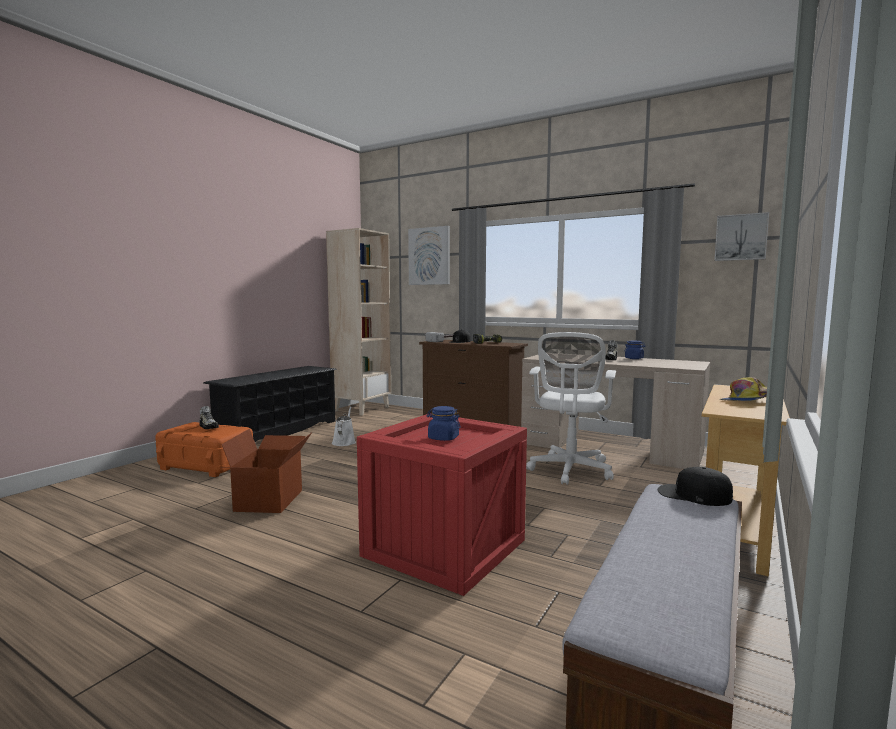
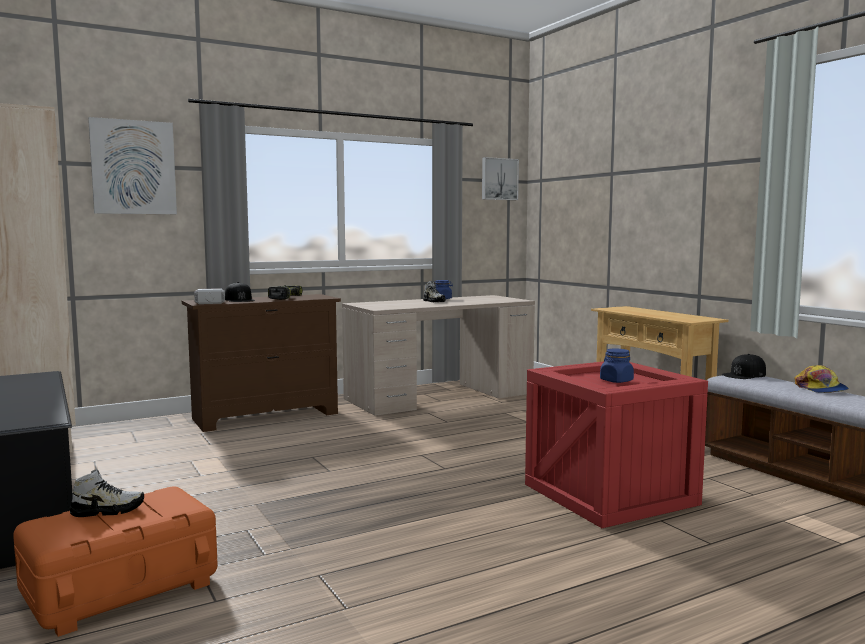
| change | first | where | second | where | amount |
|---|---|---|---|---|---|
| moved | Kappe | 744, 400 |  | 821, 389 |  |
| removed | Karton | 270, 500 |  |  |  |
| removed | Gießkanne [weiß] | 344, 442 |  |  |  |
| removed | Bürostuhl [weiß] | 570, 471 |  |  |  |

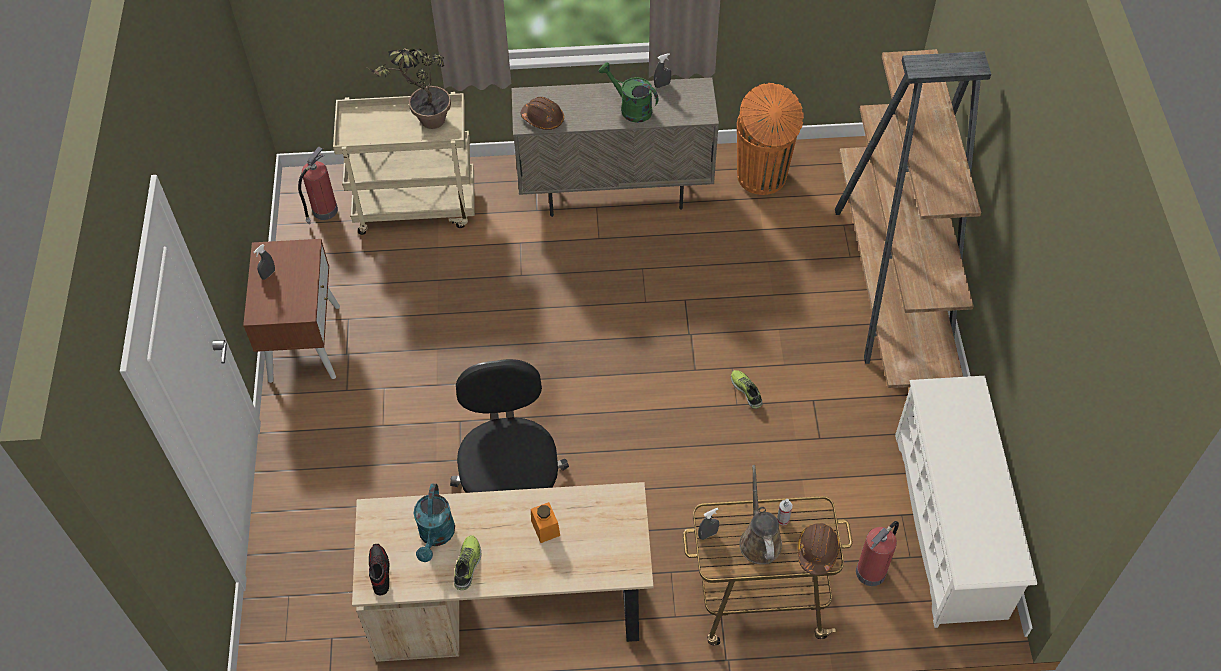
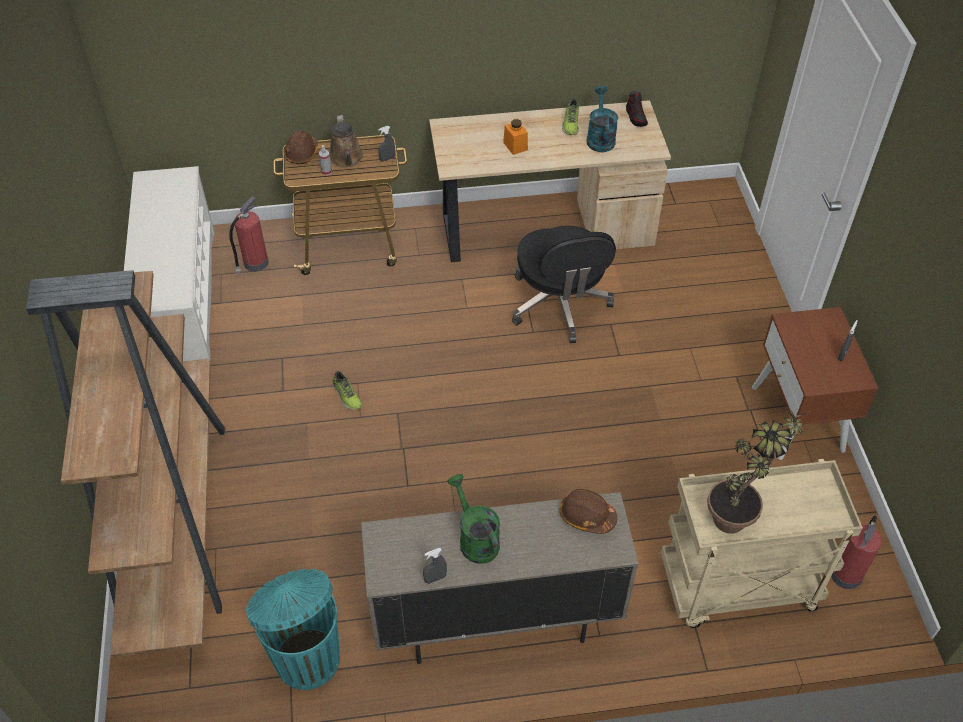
| change | first | where | second | where | amount |
|---|---|---|---|---|---|
| recoloured | Mülleimer [orange] | 762, 177 | Mülleimer [türkis] | 306, 657 |  |
| turned | Gießkanne [grün] | 631, 108 |  | 475, 538 | 150 degrees counterclockwise |

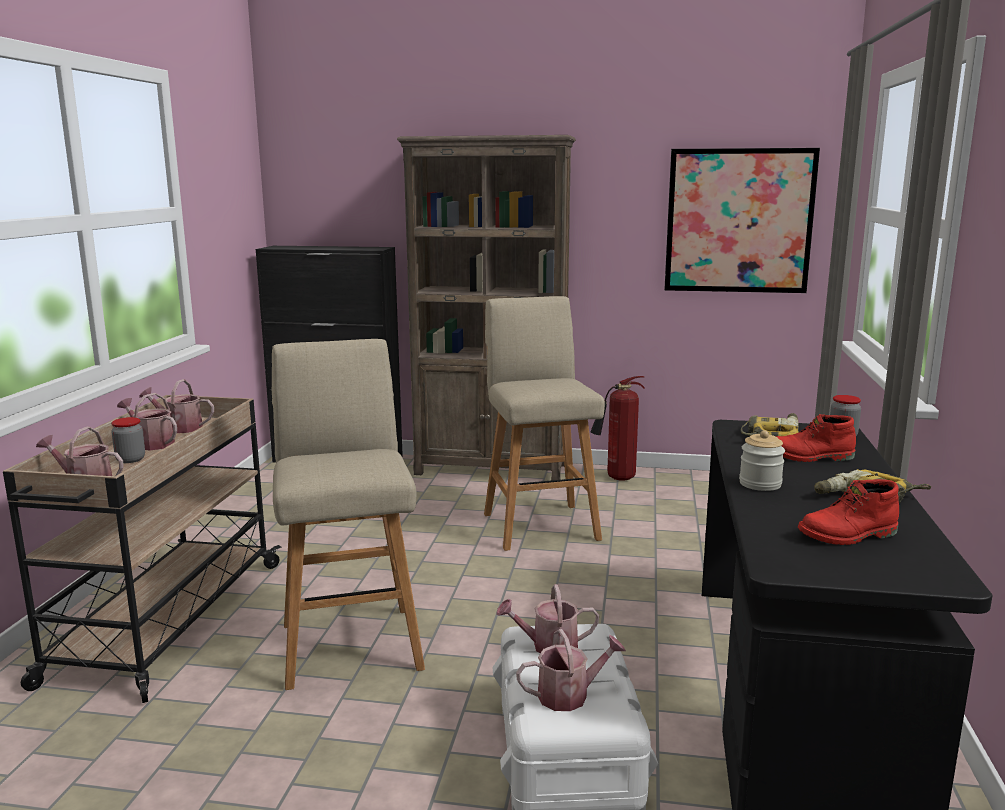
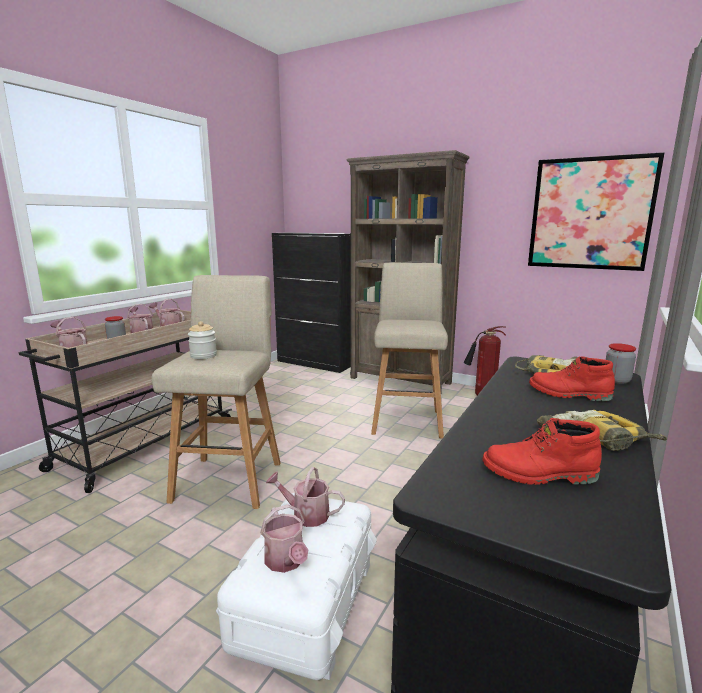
| change | first | where | second | where | amount |
|---|---|---|---|---|---|
| moved | Vorratsglas | 760, 484 |  | 203, 355 |  |
| turned | Gießkanne | 569, 695 |  | 286, 562 | 60 degrees clockwise |

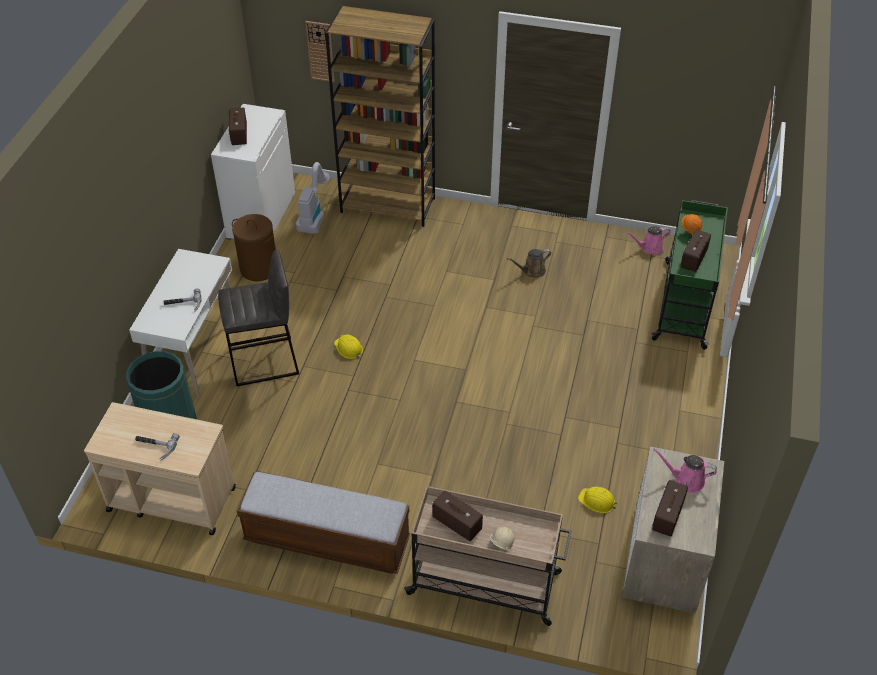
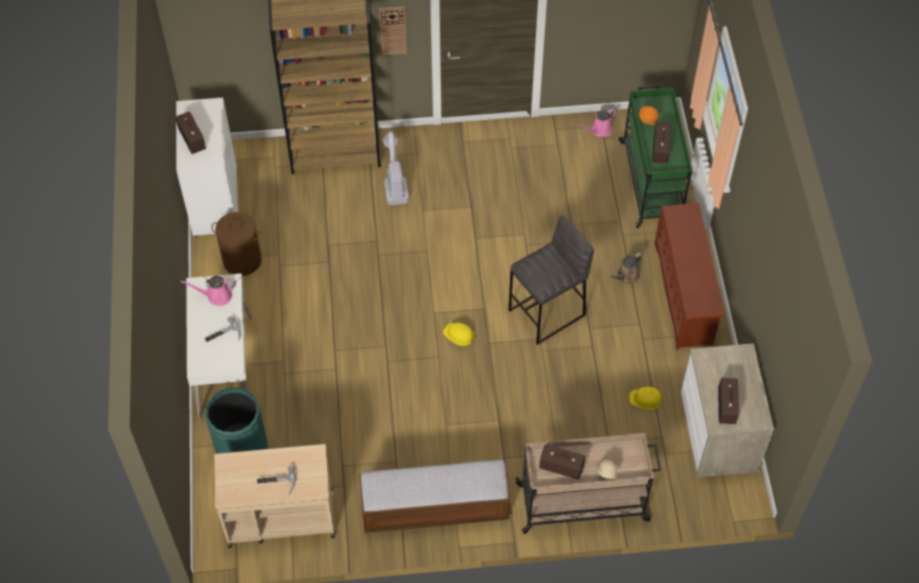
| change | first | where | second | where | amount |
|---|---|---|---|---|---|
| moved | Gießkanne [rosa] | 686, 480 |  | 217, 296 |  |
| moved | Wanduhr | 320, 51 |  | 392, 30 |  |
| moved | Staubsauger | 314, 216 |  | 394, 182 |  |
| moved | Schutzhelm [gelb] | 348, 348 |  | 459, 335 |  |
| moved | Hocker [grau] | 265, 362 |  | 547, 313 |  |
| moved | Gießkanne [braun] | 532, 271 |  | 626, 276 |  |
| added |  |  | Schuhregal [braun] | 684, 294 |  |

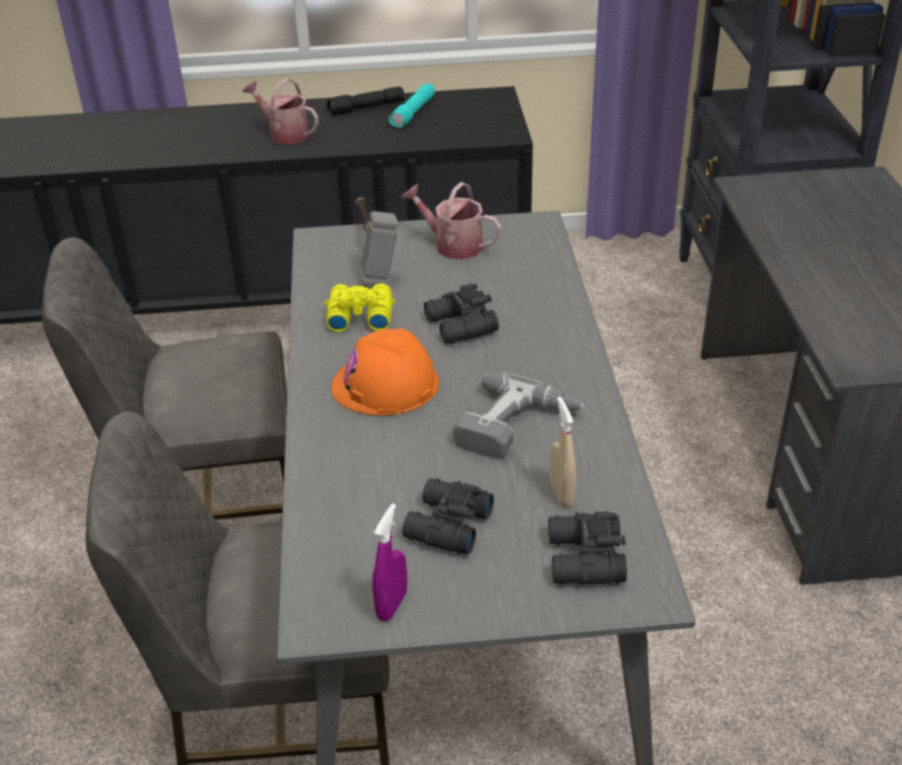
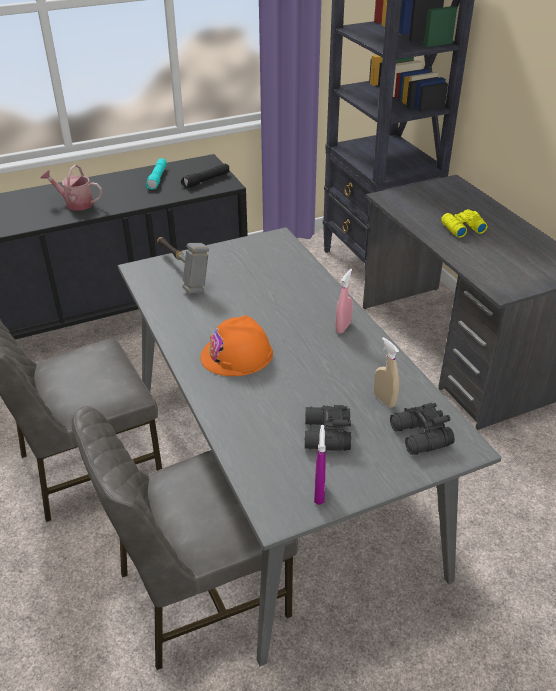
| change | first | where | second | where | amount |
|---|---|---|---|---|---|
| moved | Taschenlampe [schwarz] | 366, 108 |  | 206, 181 |  |
| added |  |  | Sprühflasche [rosa] | 343, 327 |  |
| moved | Fernglas [gelb] | 359, 315 |  | 461, 228 |  |
| removed | Gießkanne | 452, 245 |  |  |  |
| removed | Fernglas [schwarz] | 459, 327 |  |  |  |
| removed | Bohrmaschine | 517, 427 |  |  |  |

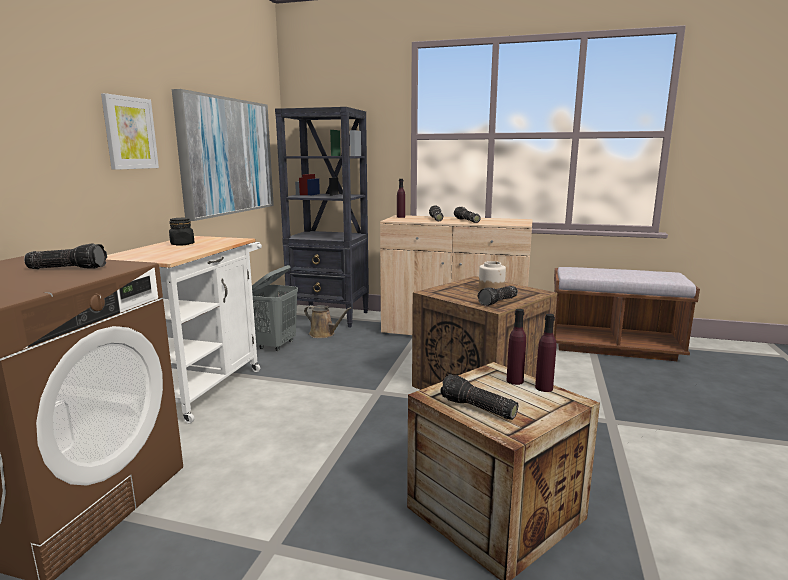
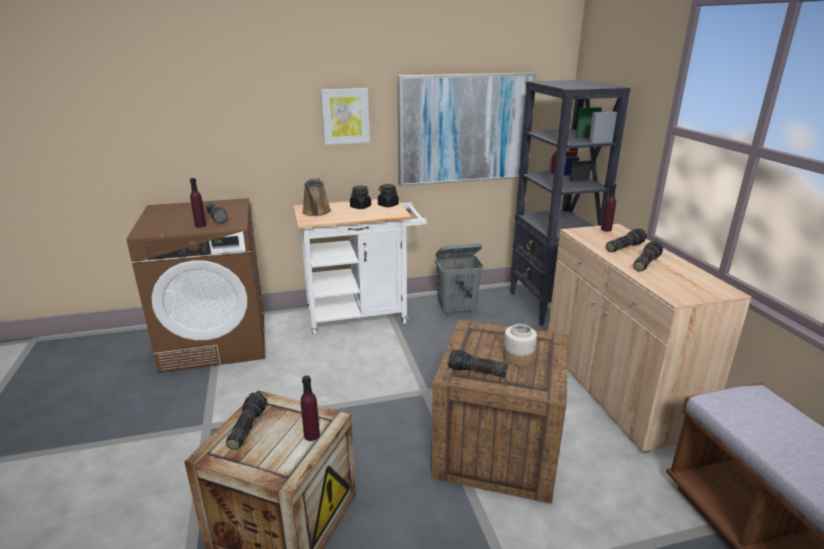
| change | first | where | second | where | amount |
|---|---|---|---|---|---|
| moved | Flasche [lila] | 544, 388 |  | 200, 225 |  |
| moved | Gießkanne [braun] | 324, 334 |  | 316, 212 |  |
| added |  |  | Vorratsglas [schwarz] | 388, 205 |  |

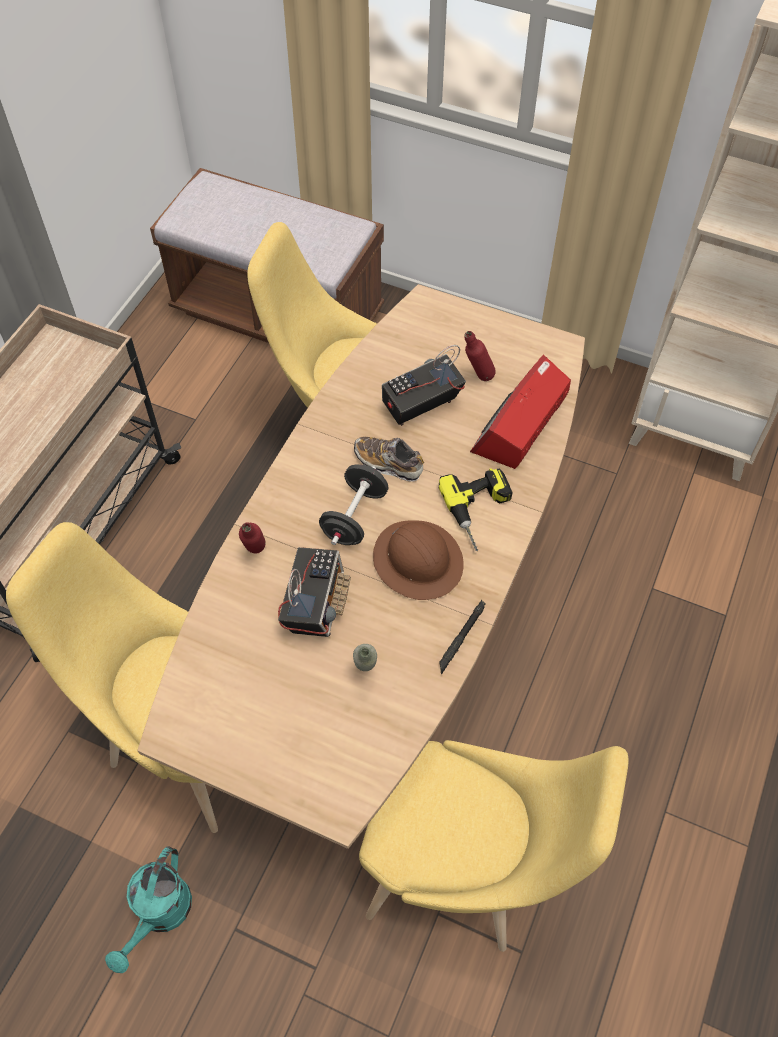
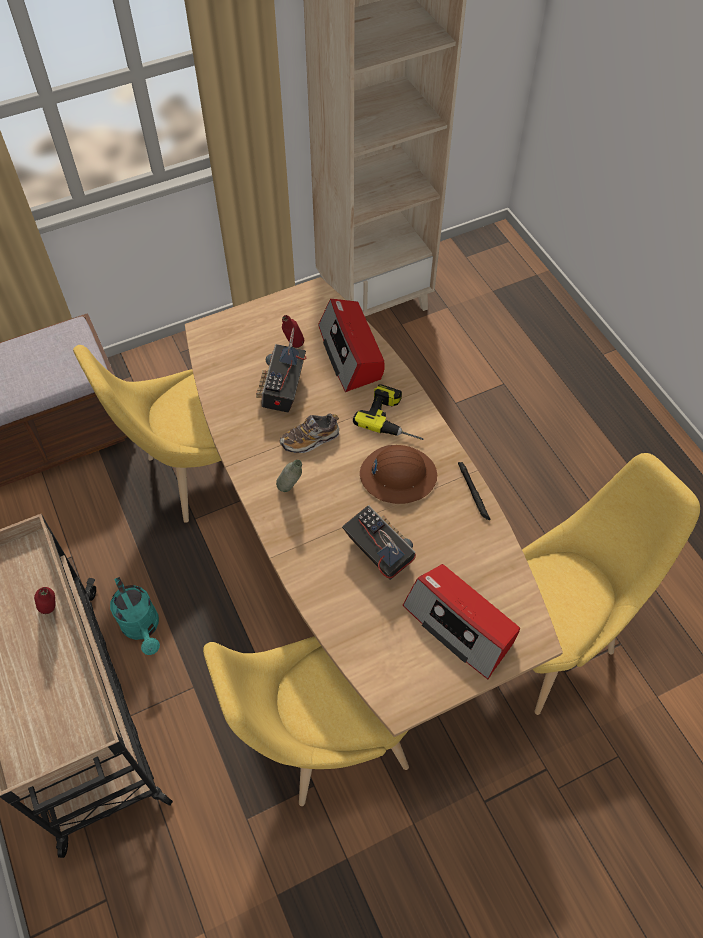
| change | first | where | second | where | amount |
|---|---|---|---|---|---|
| moved | Flasche [rot] | 255, 555 |  | 53, 612 |  |
| moved | Gießkanne [türkis] | 160, 915 |  | 143, 627 |  |
| moved | Flasche [grau] | 365, 673 |  | 291, 490 |  |
| added |  |  | Radio | 460, 625 |  |
| removed | Hantel [schwarz] | 354, 517 |  |  |  |

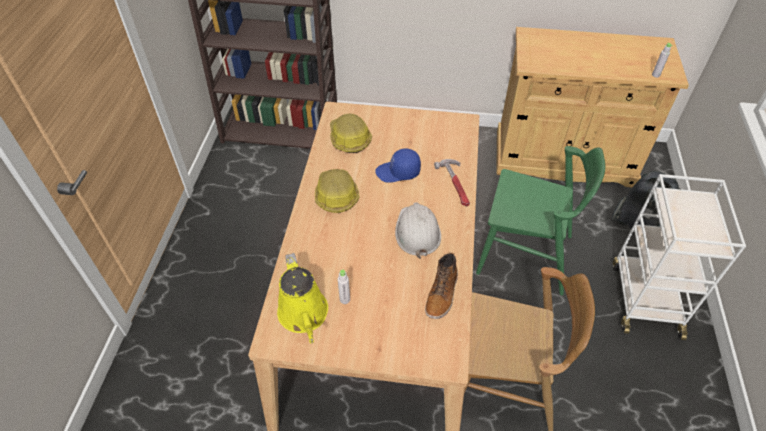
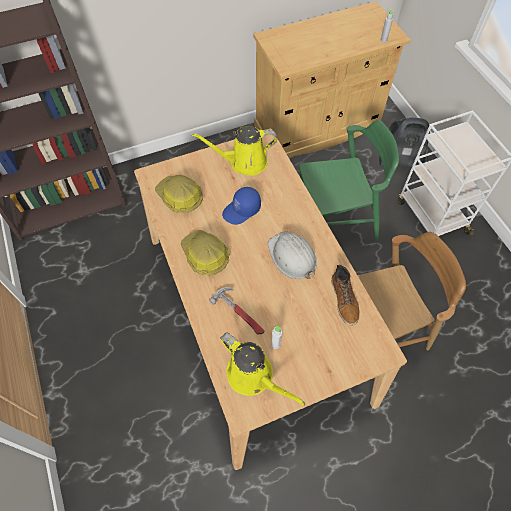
| change | first | where | second | where | amount |
|---|---|---|---|---|---|
| added |  |  | Gießkanne [gelb] | 244, 162 |  |
| moved | Hammer | 456, 184 |  | 240, 312 |  |

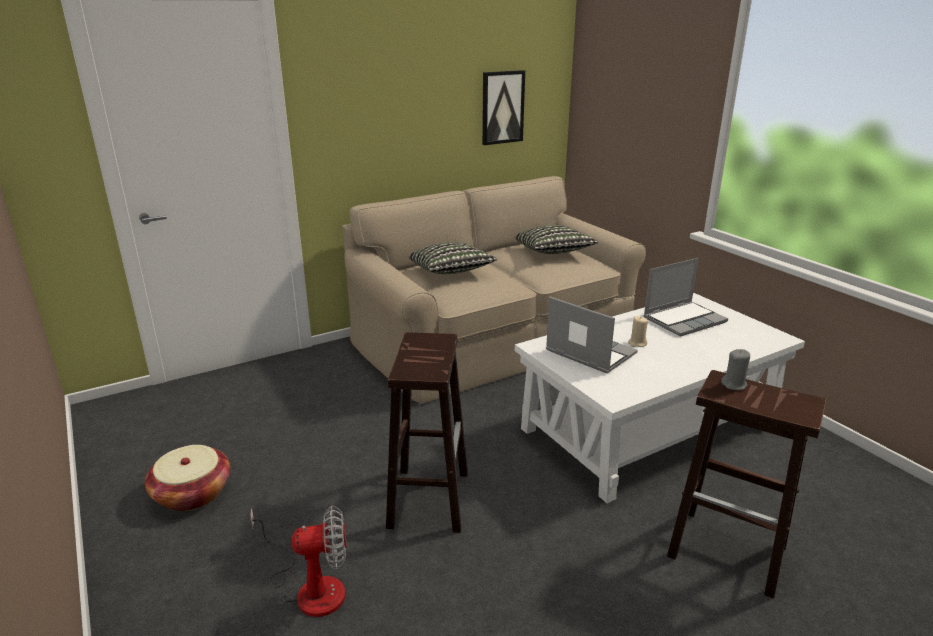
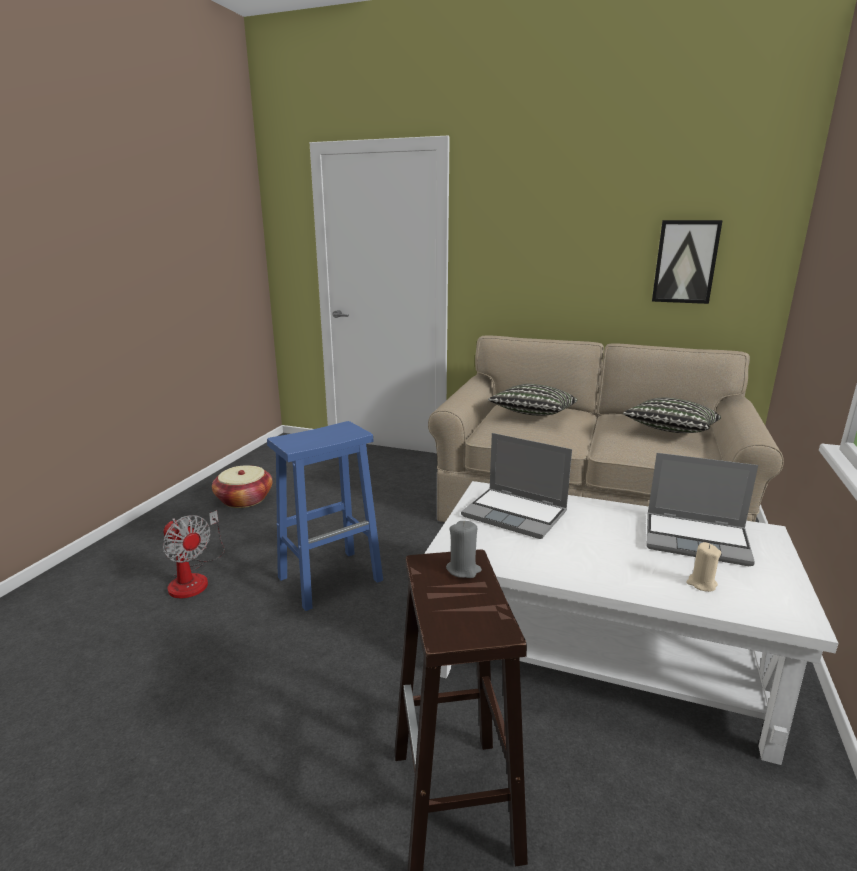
| change | first | where | second | where | amount |
|---|---|---|---|---|---|
| recoloured | Hocker [braun] | 428, 497 | Hocker [blau] | 331, 578 |  |
| turned | Laptop | 589, 352 |  | 516, 514 | 120 degrees clockwise |
| moved | Kerze [beige] | 637, 343 |  | 701, 584 |  |

